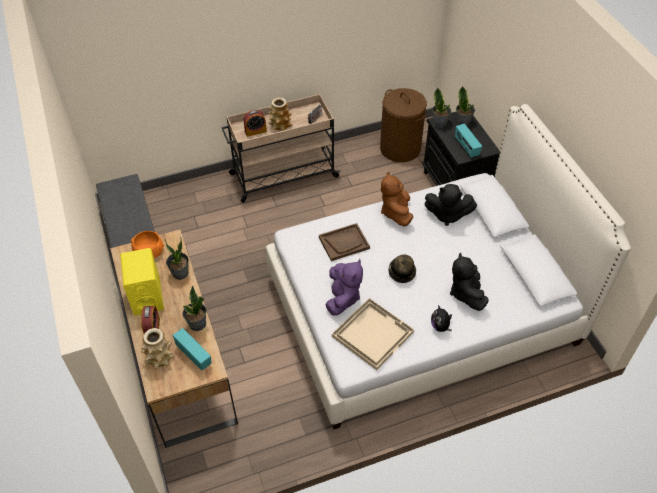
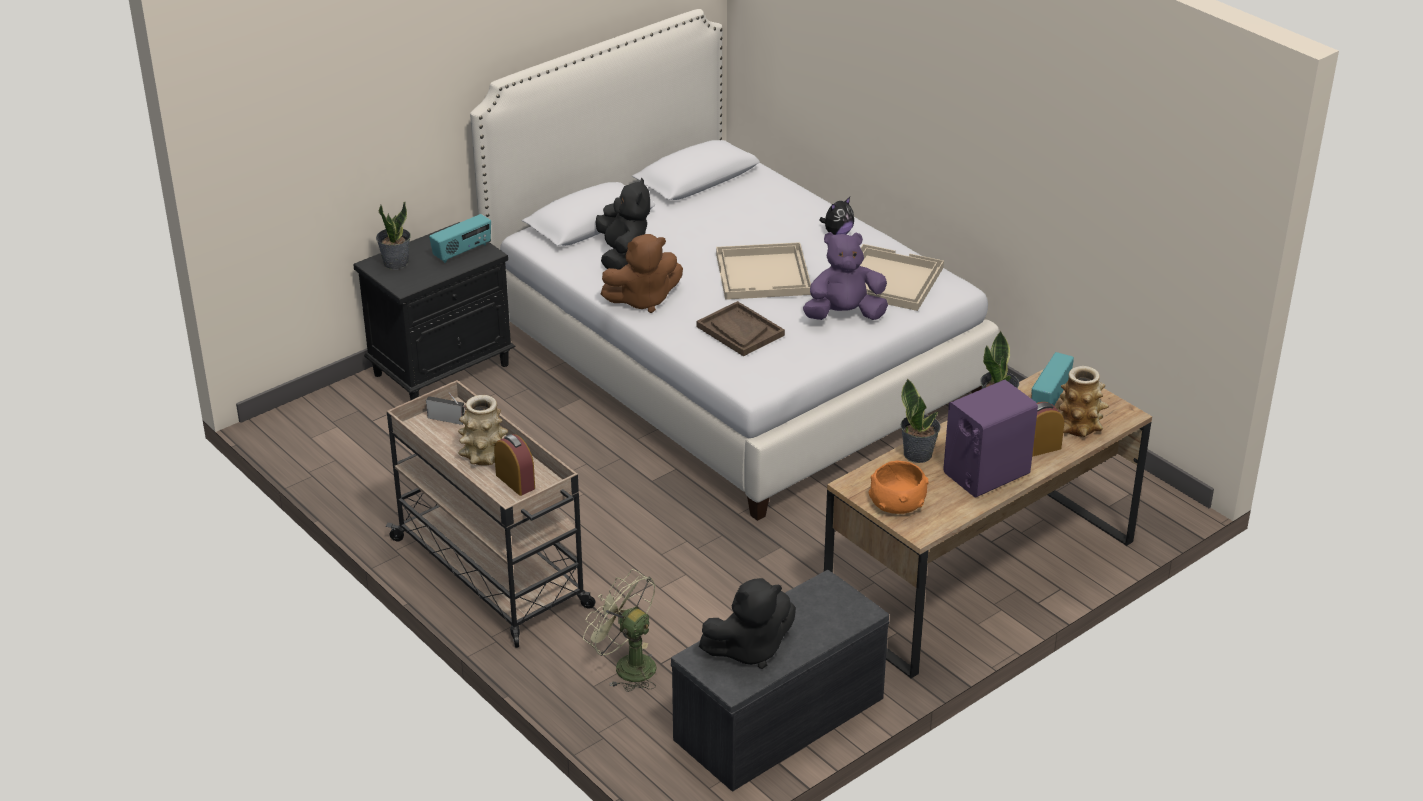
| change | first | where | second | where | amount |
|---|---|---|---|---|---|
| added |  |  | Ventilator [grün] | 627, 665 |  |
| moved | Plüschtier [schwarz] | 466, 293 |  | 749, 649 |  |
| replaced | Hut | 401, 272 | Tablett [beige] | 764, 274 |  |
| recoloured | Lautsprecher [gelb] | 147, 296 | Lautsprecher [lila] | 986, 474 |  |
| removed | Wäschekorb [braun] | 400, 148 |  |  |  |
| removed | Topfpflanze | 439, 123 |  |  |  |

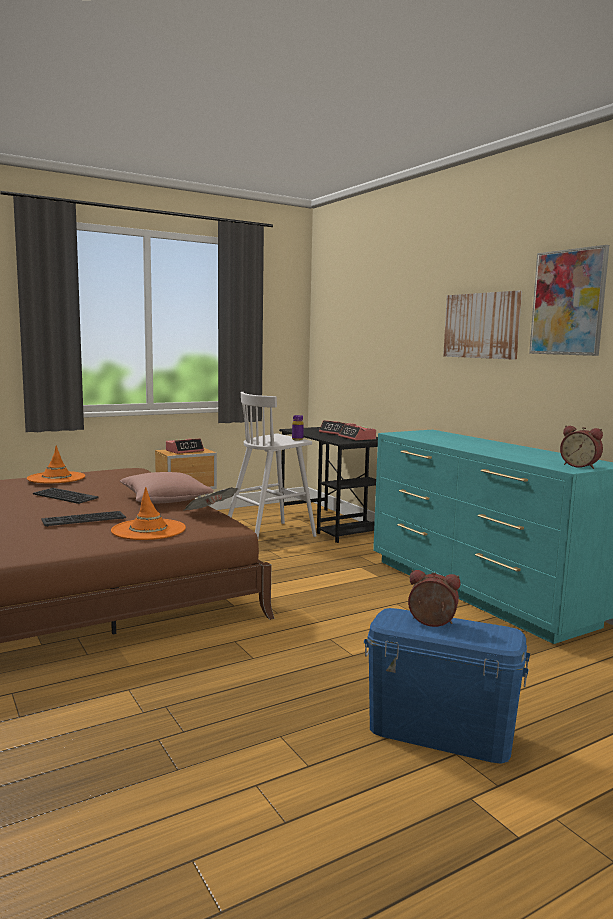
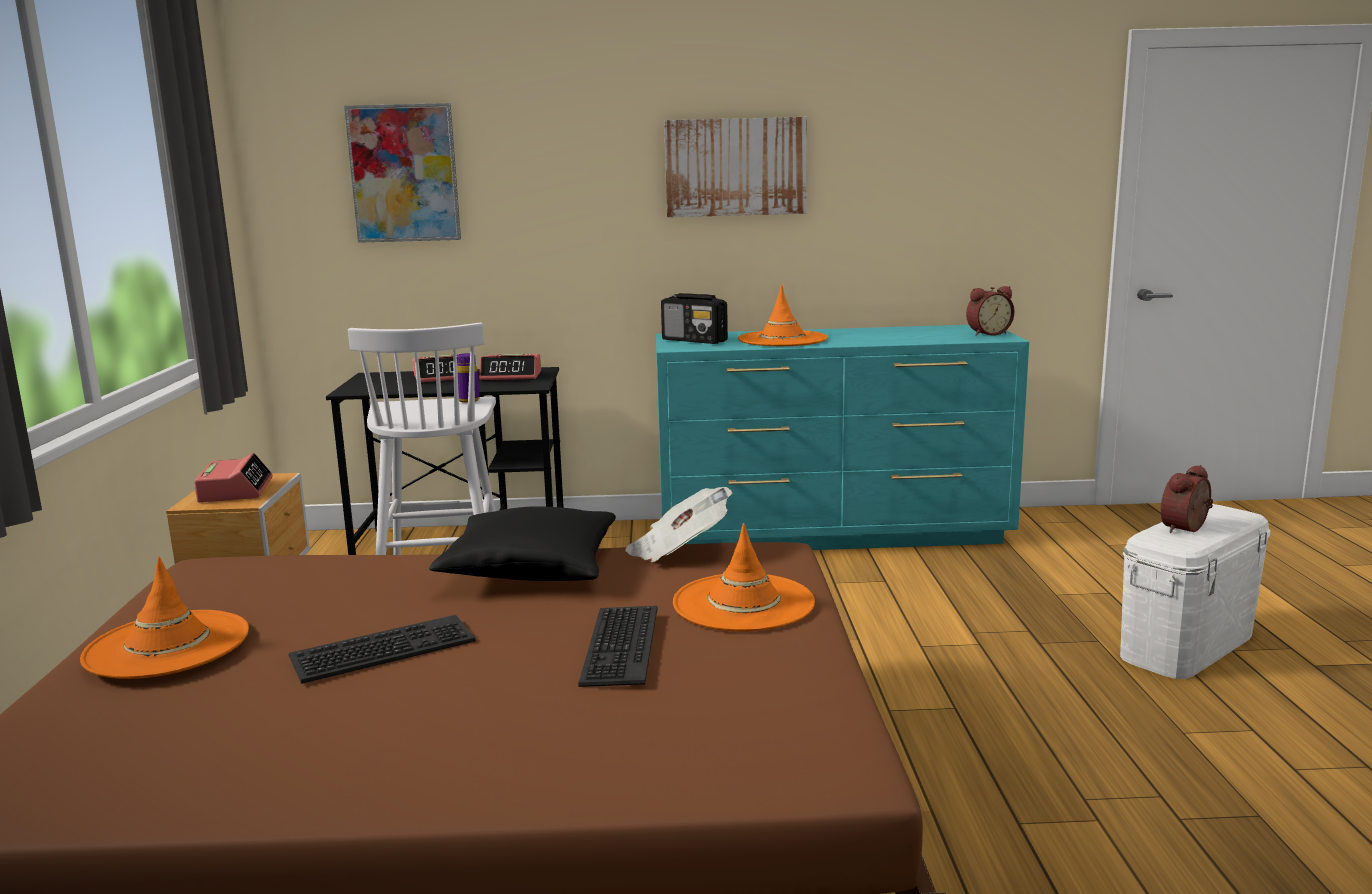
| change | first | where | second | where | amount |
|---|---|---|---|---|---|
| moved | Bild | 568, 302 |  | 404, 173 |  |
| recoloured | Kissen [rosa] | 165, 500 | Kissen [schwarz] | 530, 570 |  |
| added |  |  | Radio | 695, 340 |  |
| added |  |  | Hut [orange] | 782, 339 |  |
| recoloured | Aufbewahrungsbox [blau] | 440, 732 | Aufbewahrungsbox [weiß] | 1187, 646 |  |

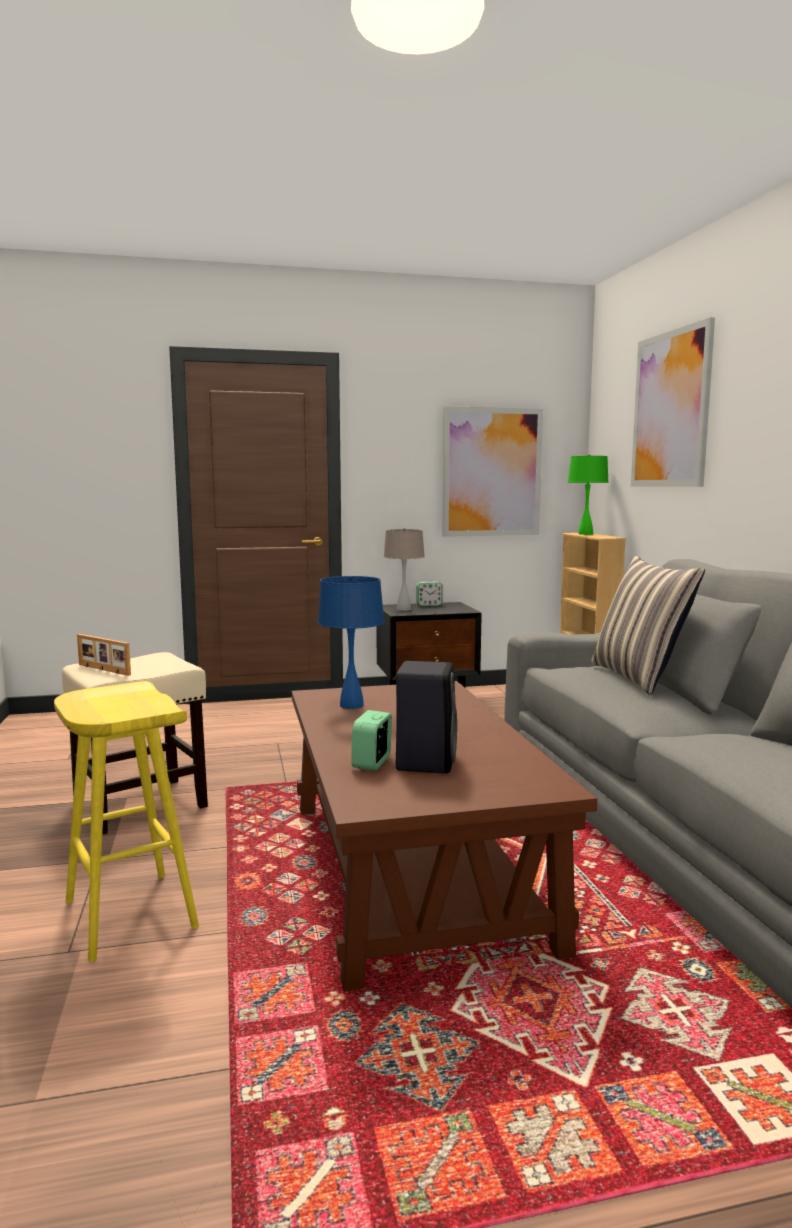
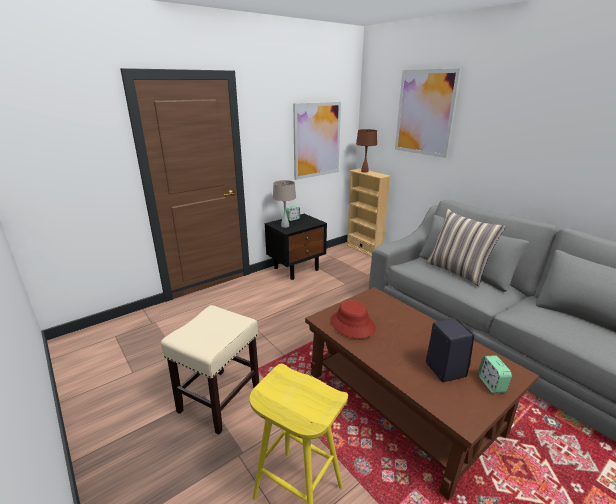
| change | first | where | second | where | amount |
|---|---|---|---|---|---|
| replaced | Tischlampe [blau] | 351, 705 | Hut [rot] | 352, 325 |  |
| recoloured | Tischlampe [grün] | 585, 534 | Tischlampe [braun] | 364, 171 |  |
| moved | Wecker | 372, 763 |  | 491, 384 |  |
| removed | Bilderrahmen | 103, 670 |  |  |  |

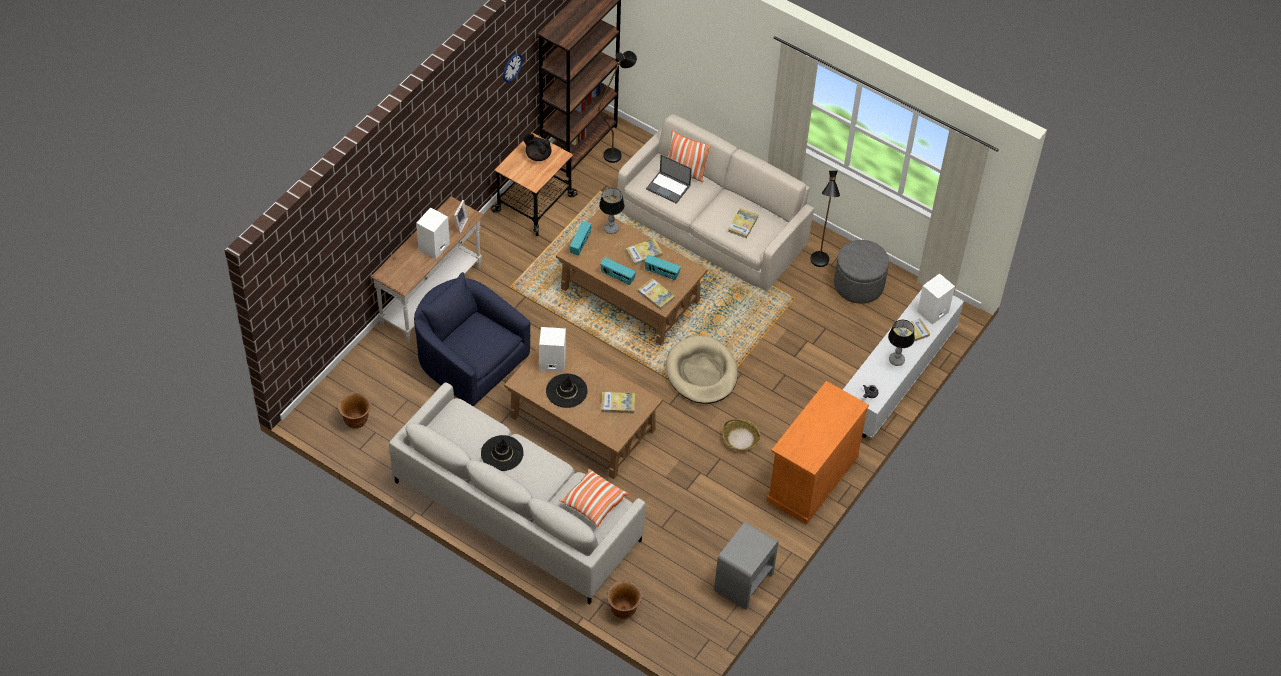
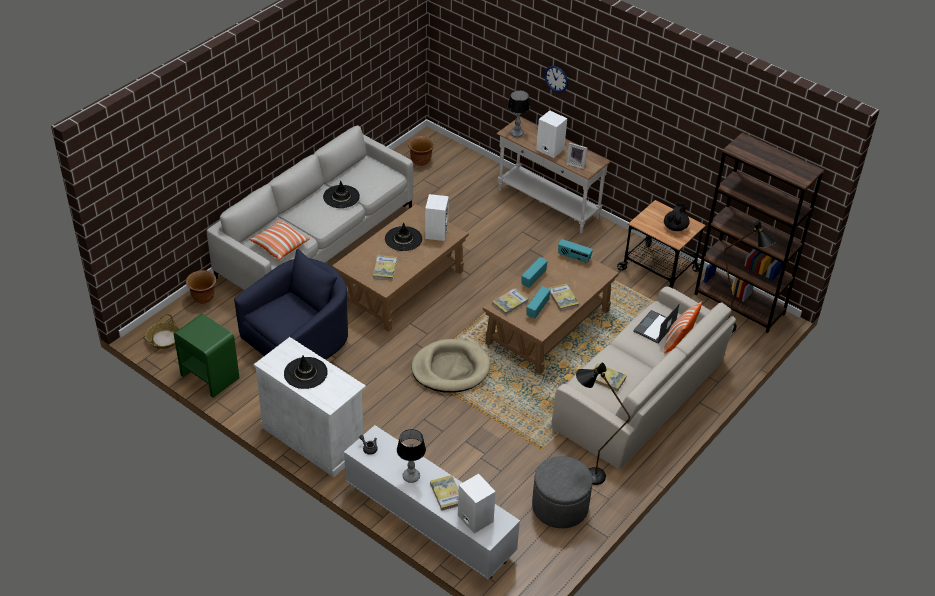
| change | first | where | second | where | amount |
|---|---|---|---|---|---|
| moved | Korb | 741, 438 |  | 164, 339 |  |
| recoloured | Nachttisch [grau] | 743, 582 | Nachttisch [grün] | 209, 376 |  |
| moved | Sessel [blau] | 469, 360 |  | 299, 340 |  |
| recoloured | Schrank [orange] | 812, 478 | Schrank [weiß] | 313, 438 |  |
| added |  |  | Hut [schwarz] | 305, 373 |  |
| moved | Tischlampe | 610, 229 |  | 517, 133 |  |
| moved | Wanduhr | 512, 67 |  | 556, 78 |  |

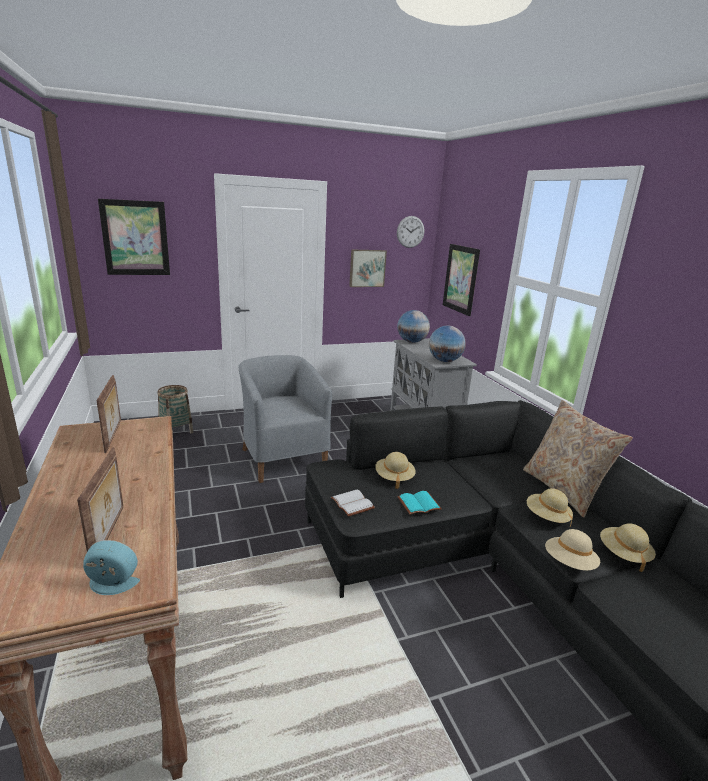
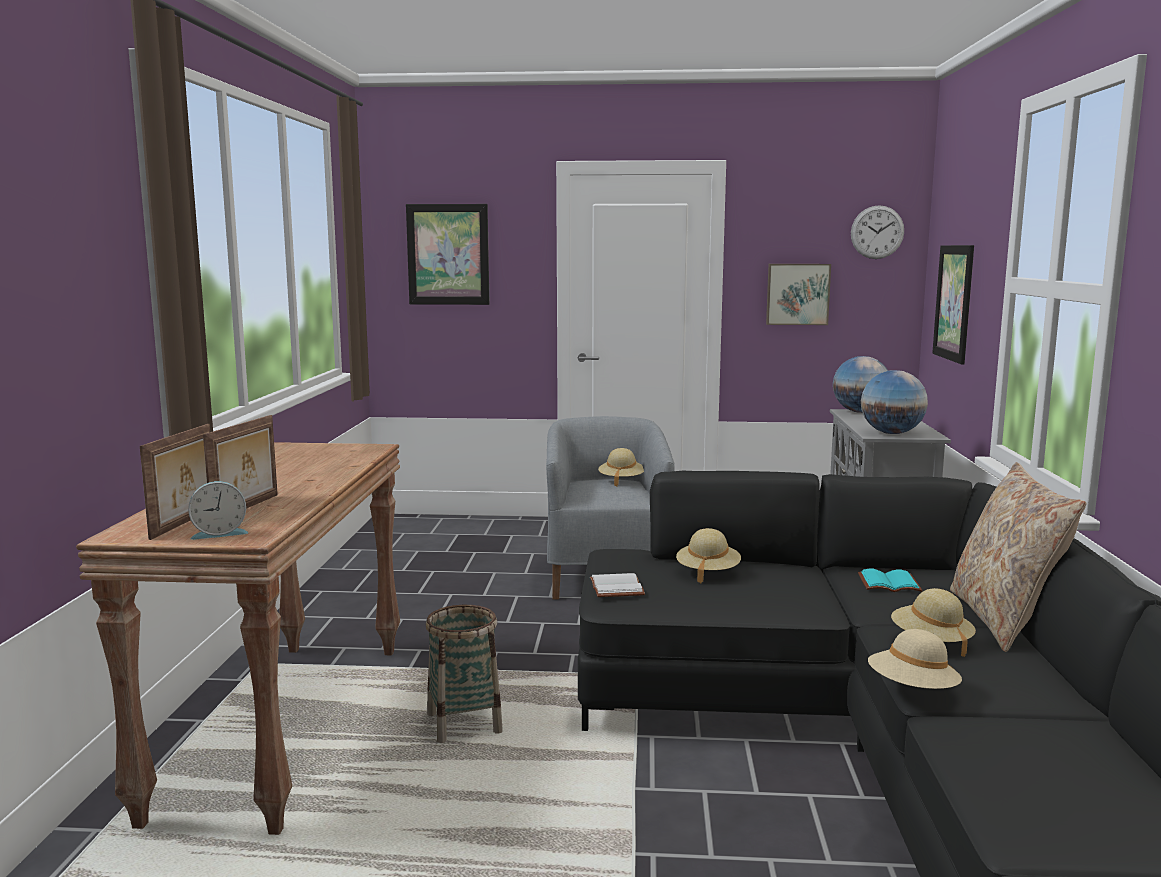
| change | first | where | second | where | amount |
|---|---|---|---|---|---|
| moved | Bilderrahmen | 114, 436 |  | 186, 522 |  |
| turned | Wecker | 111, 585 |  | 219, 533 | 135 degrees clockwise |
| moved | Korb | 176, 431 |  | 464, 723 |  |
| moved | Hut [beige] | 623, 554 |  | 621, 480 |  |
| moved | Buch [türkis] | 419, 503 |  | 889, 583 |  |

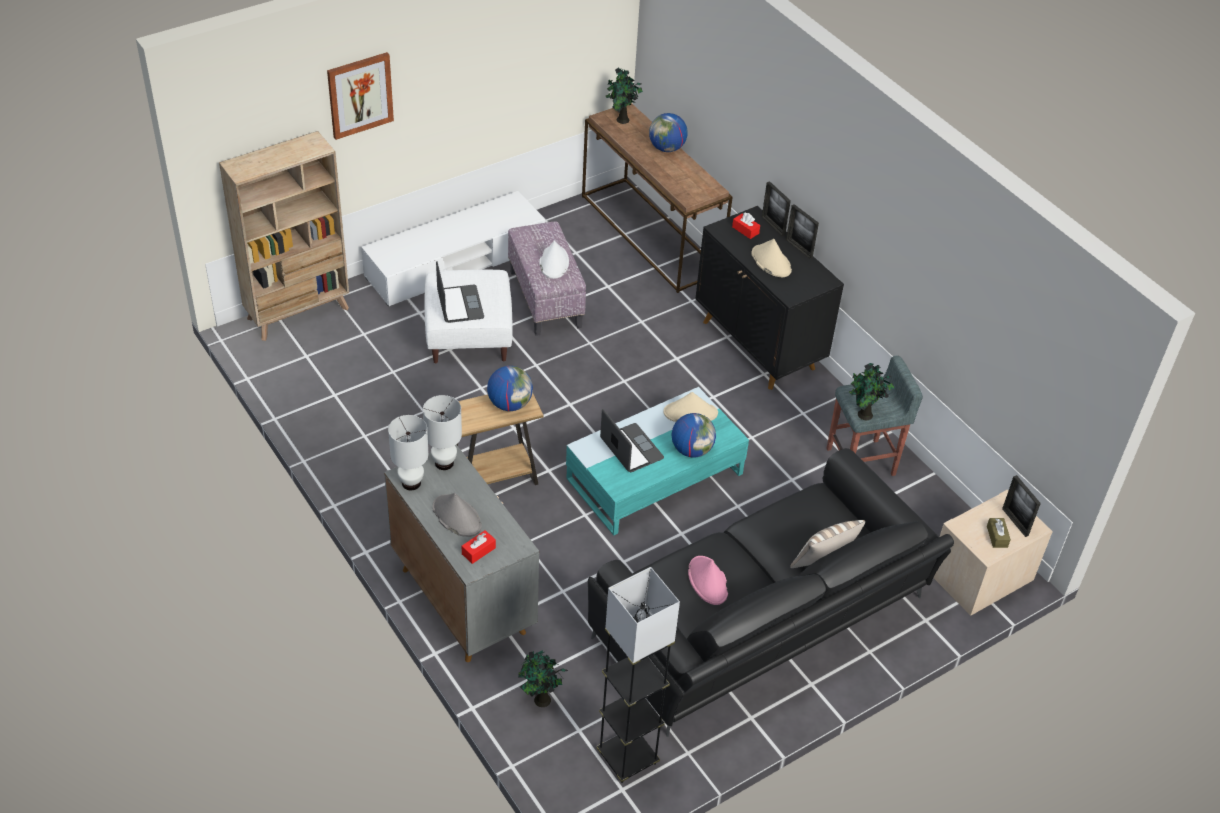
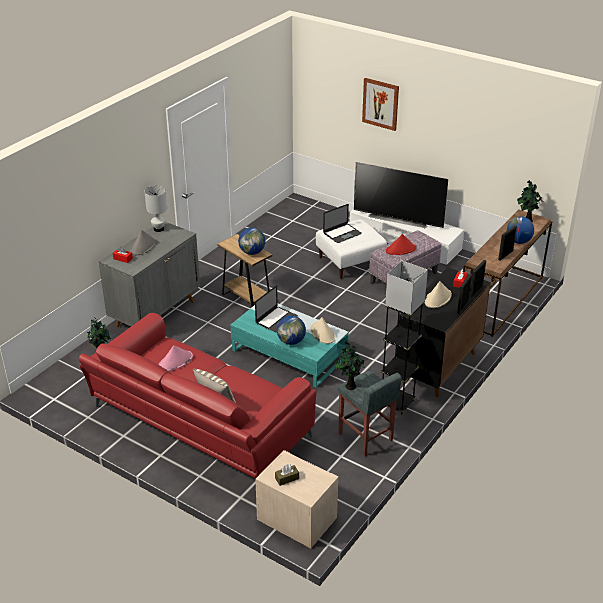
| change | first | where | second | where | amount |
|---|---|---|---|---|---|
| recoloured | Sofa [schwarz] | 761, 622 | Sofa [rot] | 198, 423 |  |
| added |  |  | Fernseher | 399, 218 |  |
| moved | Stehlampe [grau] | 627, 758 |  | 397, 403 |  |
| recoloured | Hut [weiß] | 554, 262 | Hut [rot] | 400, 249 |  |
| moved | Bilderrahmen | 1015, 522 |  | 505, 255 |  |
| removed | Bücherregal [beige] | 299, 313 |  |  |  |
| removed | Tischlampe [weiß] | 444, 462 |  |  |  |

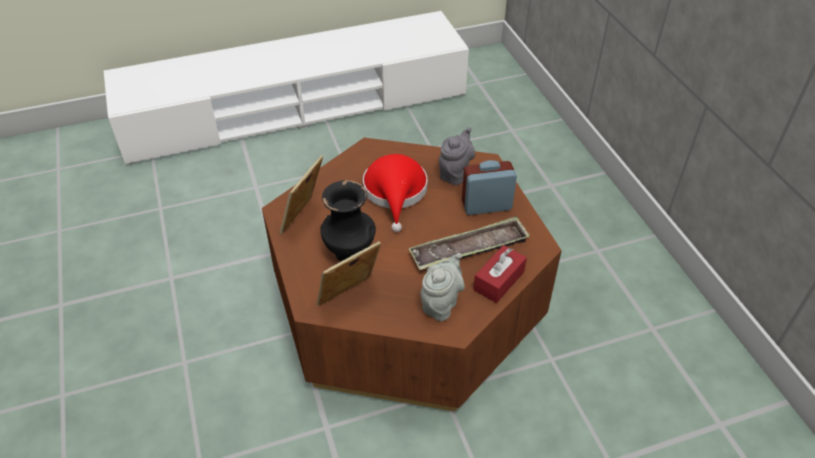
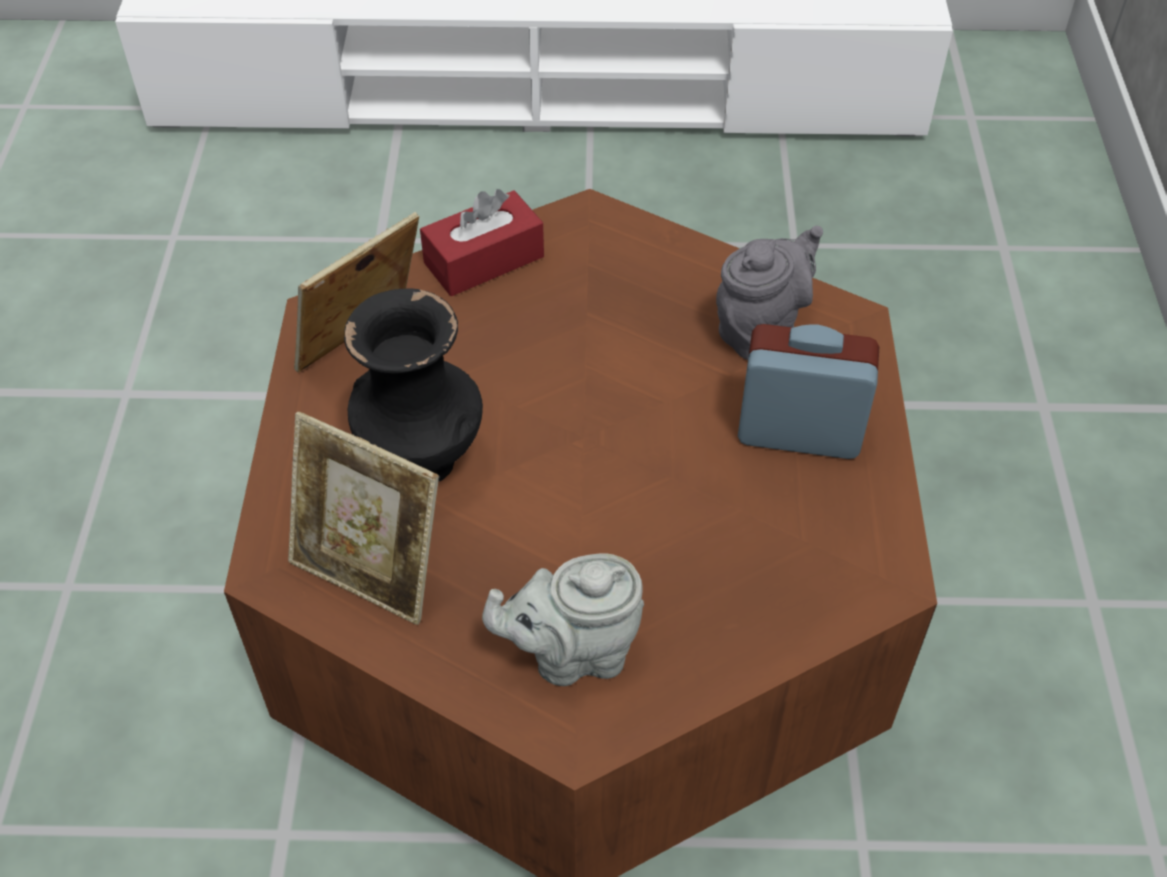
| change | first | where | second | where | amount |
|---|---|---|---|---|---|
| turned | Bilderrahmen | 349, 297 |  | 370, 571 | 135 degrees counterclockwise |
| moved | Taschentuchbox [rot] | 499, 281 |  | 484, 260 |  |
| turned | Teekanne [grau] | 441, 303 |  | 573, 653 | 150 degrees counterclockwise |
| removed | Hut [rot] | 395, 193 |  |  |  |
| removed | Tablett | 469, 249 |  |  |  |

